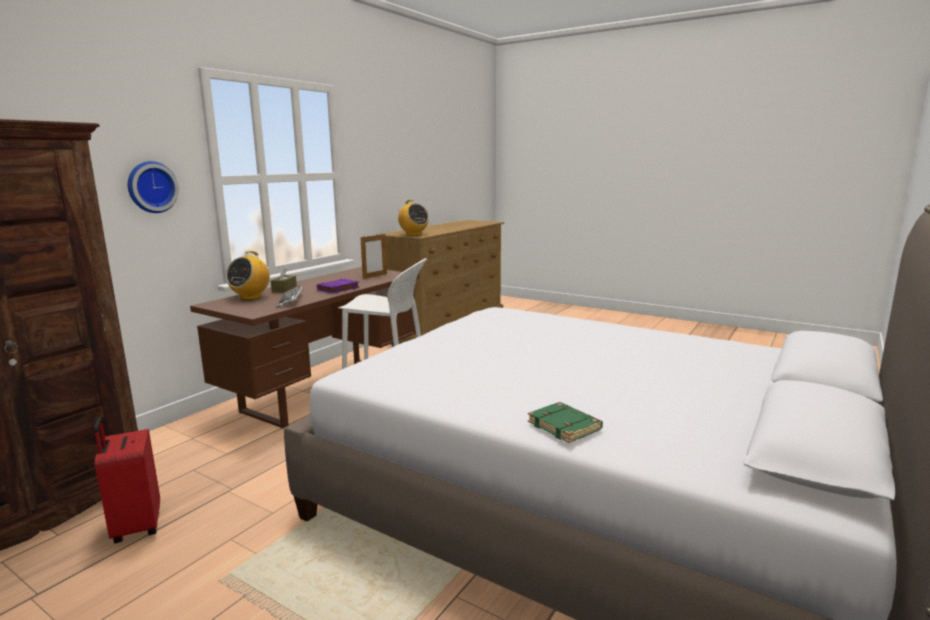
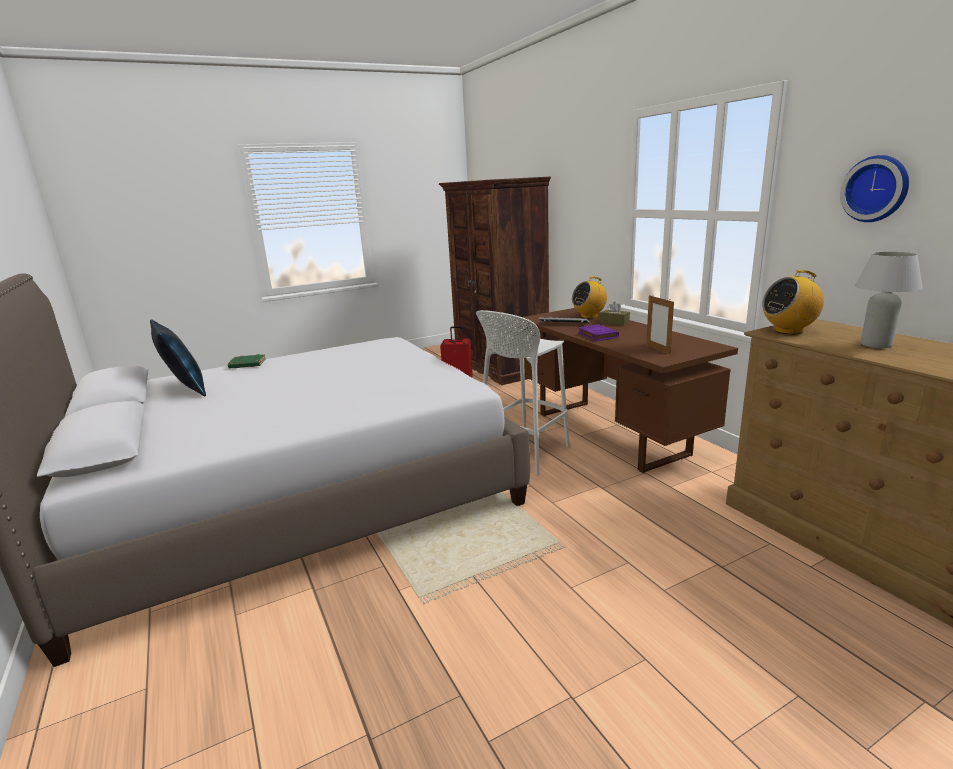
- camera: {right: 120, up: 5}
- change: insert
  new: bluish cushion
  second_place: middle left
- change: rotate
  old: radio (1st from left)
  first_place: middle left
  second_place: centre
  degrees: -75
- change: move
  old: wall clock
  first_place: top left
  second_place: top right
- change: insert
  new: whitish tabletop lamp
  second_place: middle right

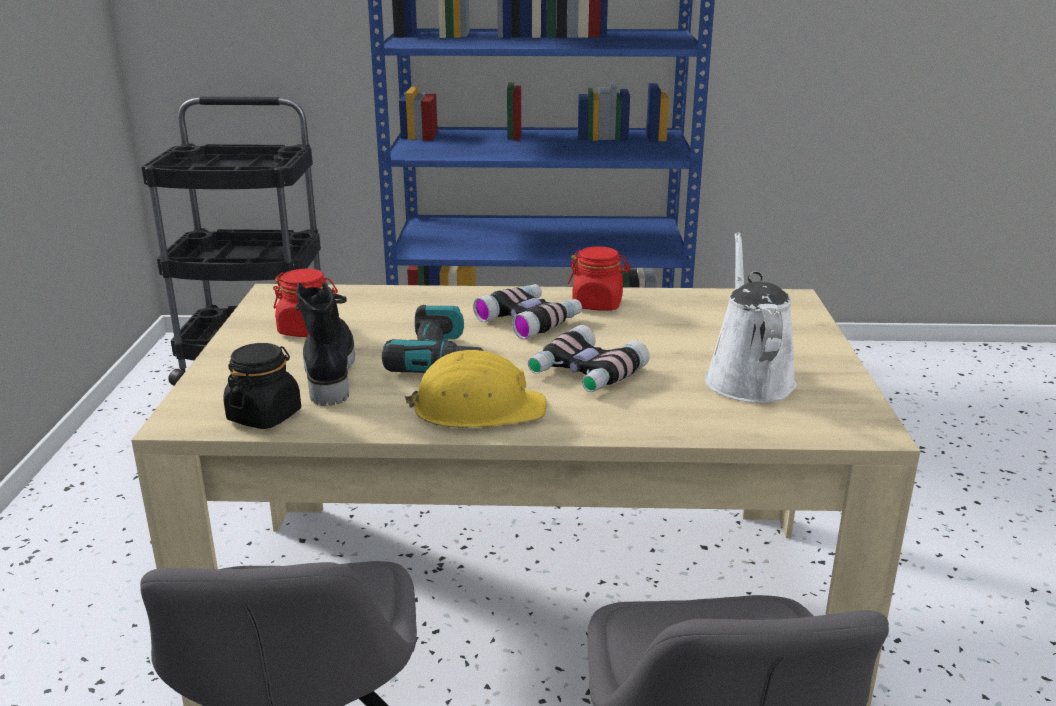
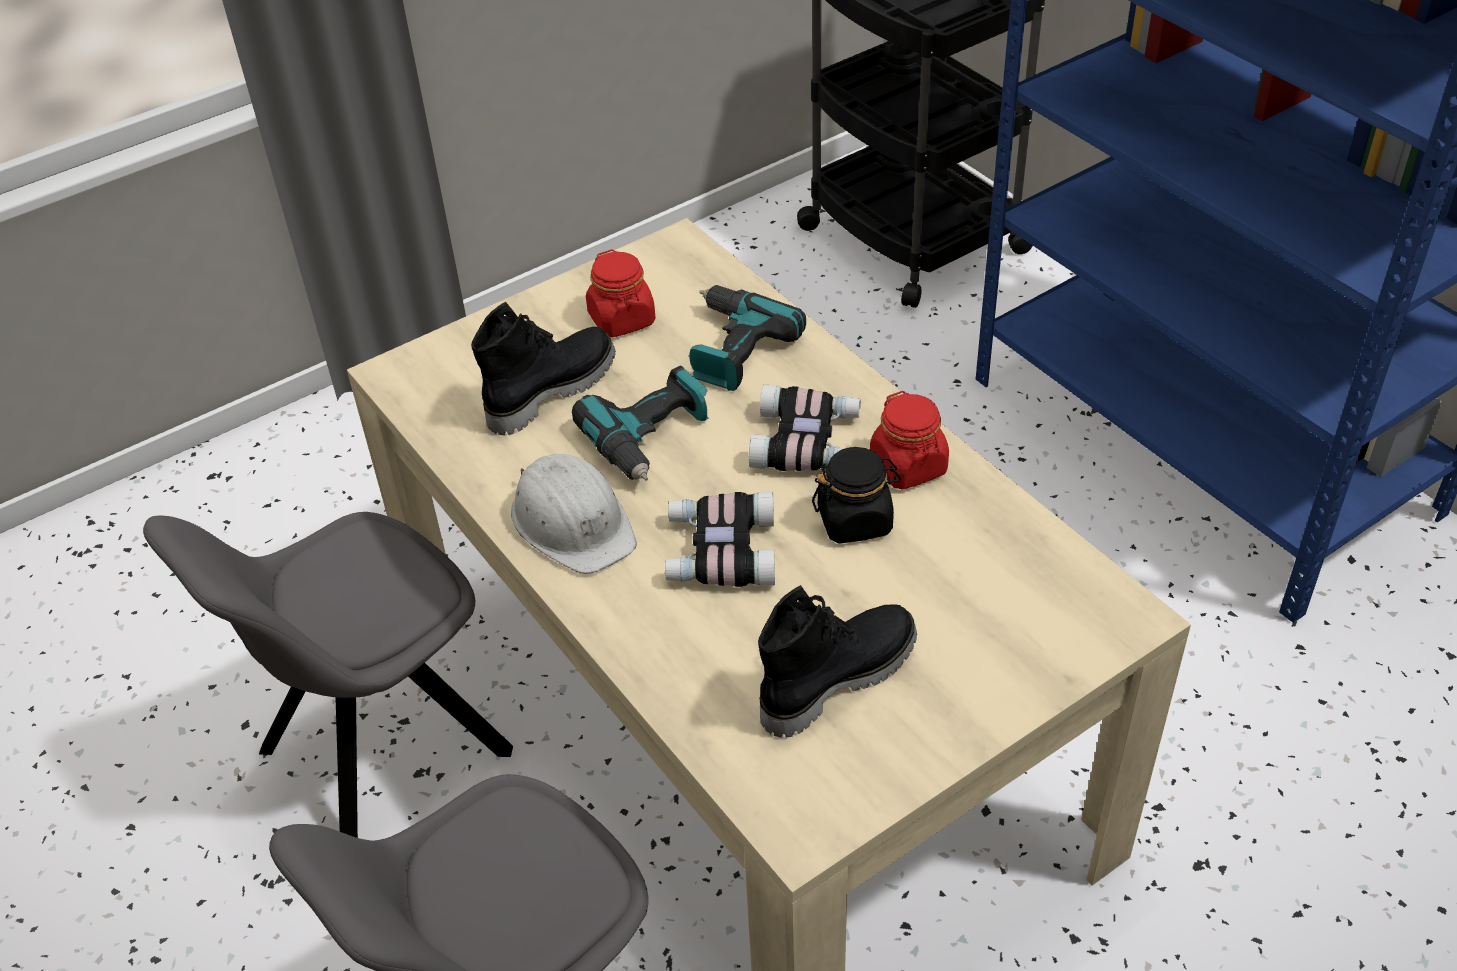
- camera: {right: 55, up: 20}
- change: recolor
  old: yellow work helmet
  new: whitish work helmet
  first_place: centre
  second_place: centre
- change: insert
  new: electric drill (2nd from left)
  second_place: centre
- change: replace
  old: whitish watering pot
  new: black-coloured tall boot (2nd from left)
  first_place: middle right
  second_place: bottom centre
- change: move
  old: black-coloured jar
  first_place: middle left
  second_place: centre

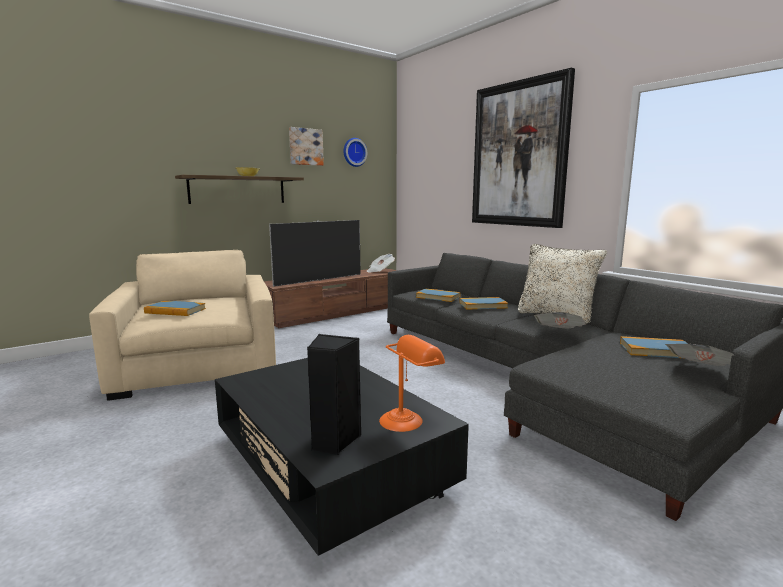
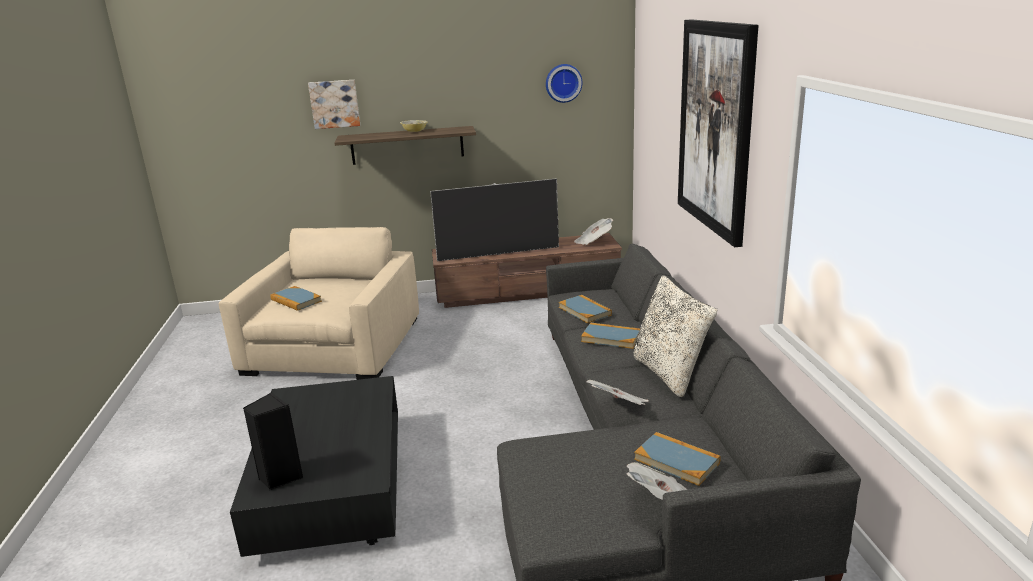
- camera: {right: 30, up: 10}
- change: move
  old: picture (1st from left)
  first_place: top centre
  second_place: top left
- change: delete
  old: orange tabletop lamp
  first_place: centre

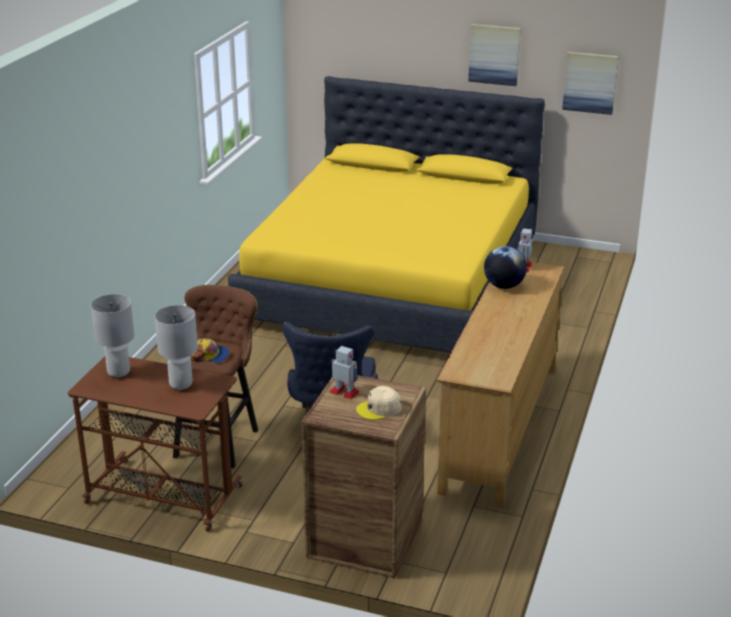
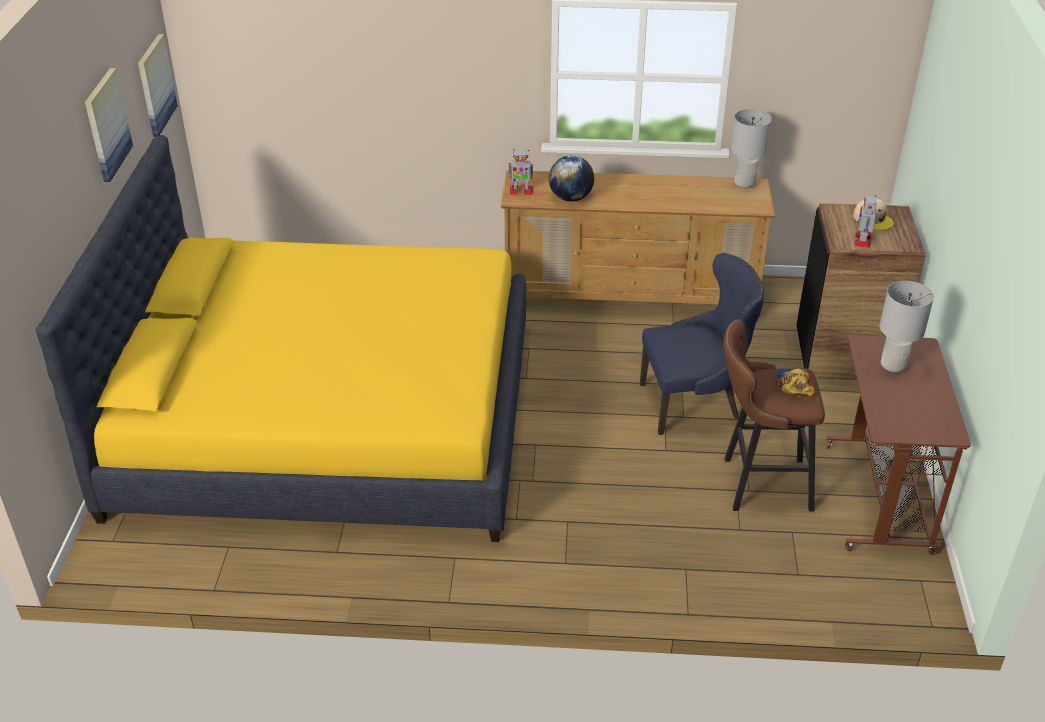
- camera: {right: -105, up: 10}
- change: move
  old: gray tabletop lamp (1st from left)
  first_place: middle left
  second_place: top right

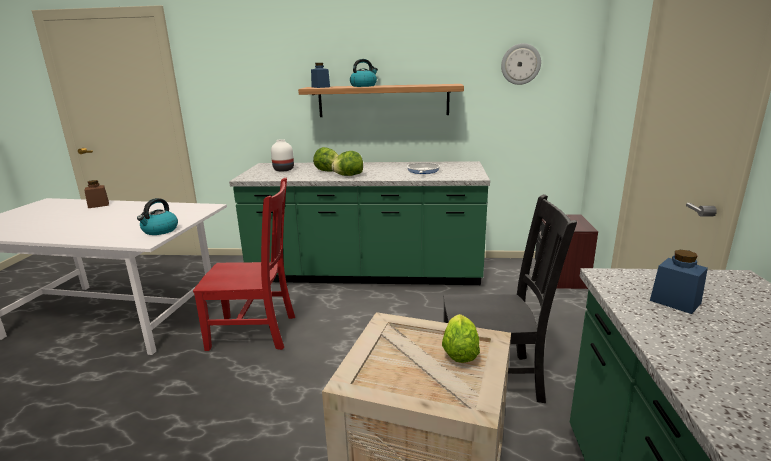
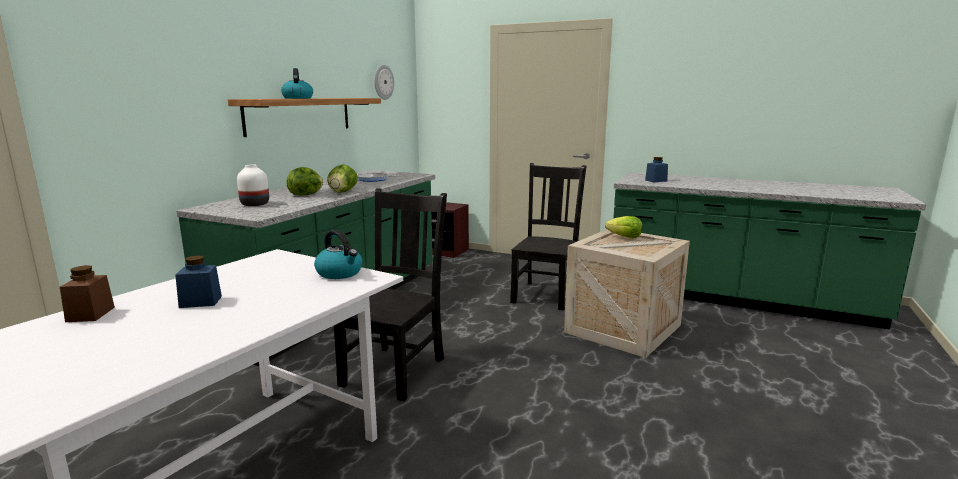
- camera: {right: -70, up: -5}
- change: move
  old: bluish jar (1st from left)
  first_place: top centre
  second_place: middle left
- change: recolor
  old: reddish chair
  new: black-coloured chair (1st from left)
  first_place: middle left
  second_place: centre

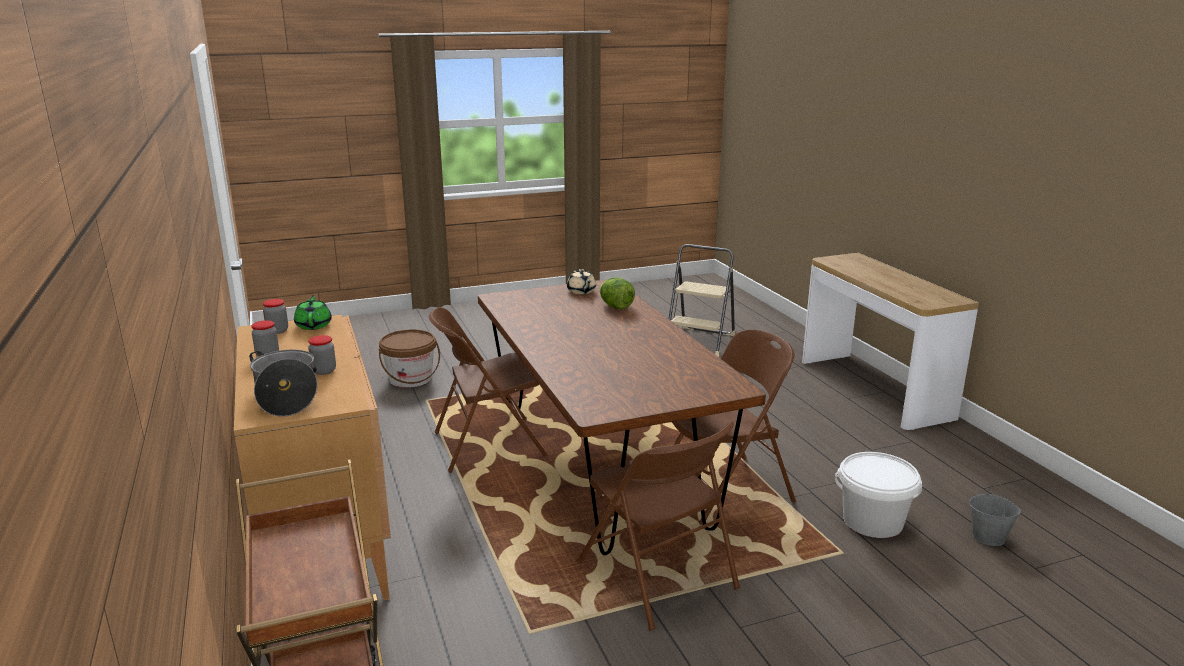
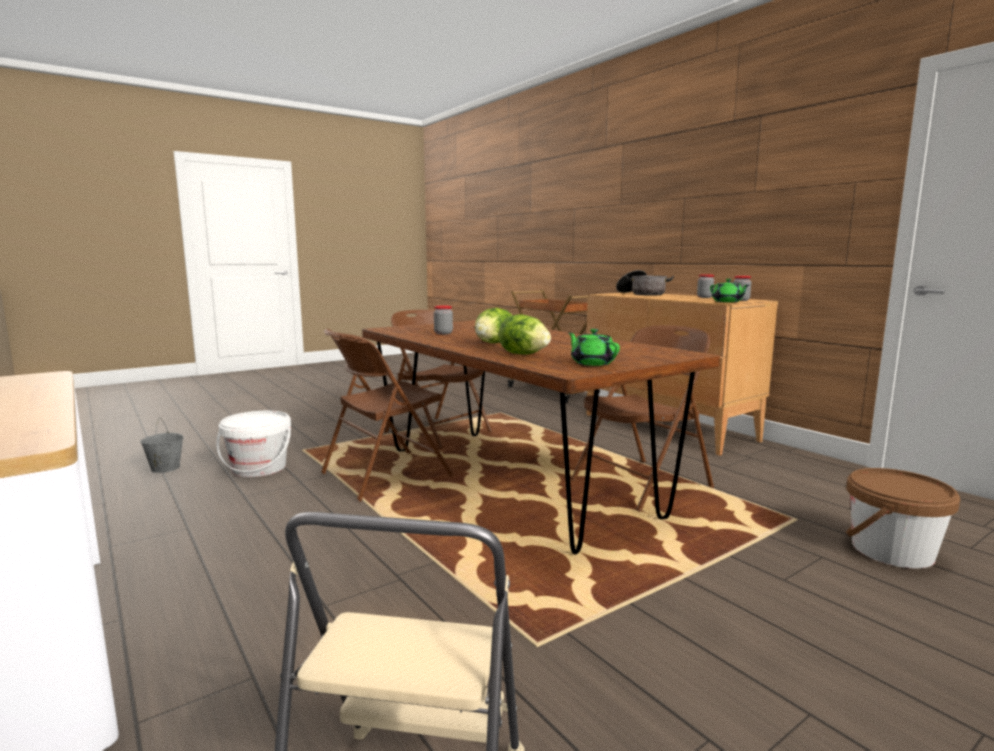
- camera: {right: 165, up: -10}
- change: move
  old: jar (3rd from left in the first image)
  new: jar (1st from left)
  first_place: middle left
  second_place: centre
- change: insert
  new: lettuce head (1st from left)
  second_place: centre
- change: recolor
  old: beige teapot
  new: green teapot (1st from left)
  first_place: centre
  second_place: centre

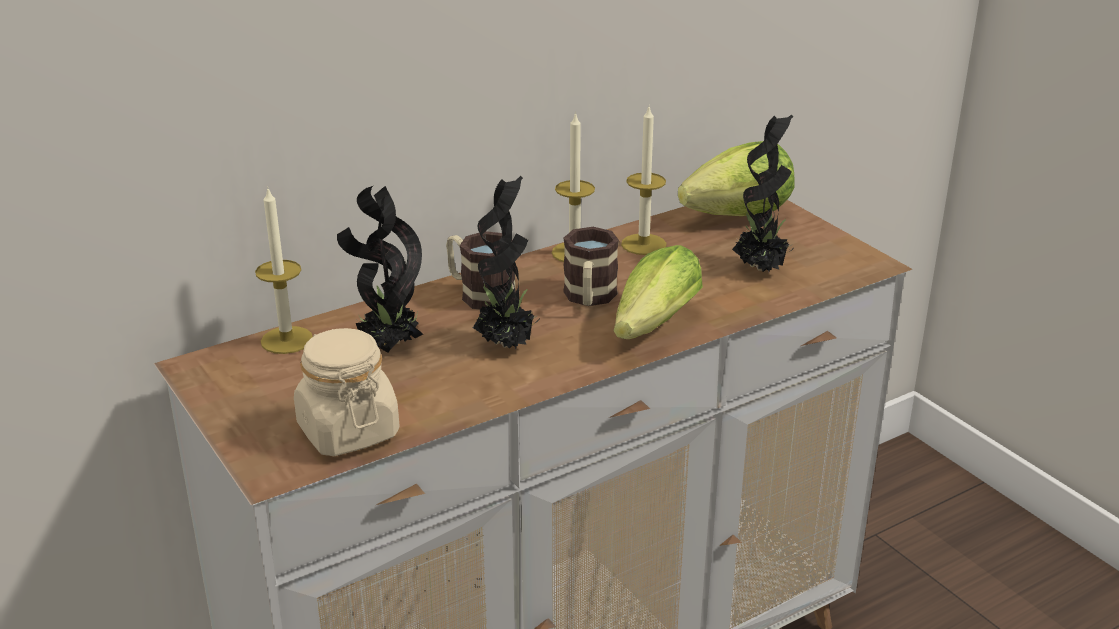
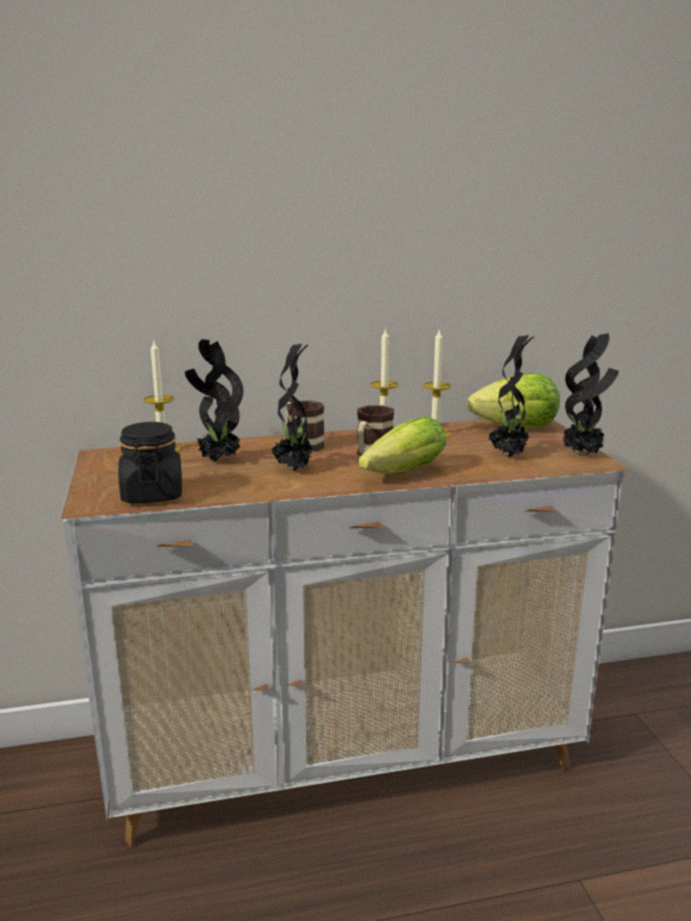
- camera: {right: 20, up: -10}
- change: recolor
  old: beige jar
  new: black-coloured jar
  first_place: middle left
  second_place: middle left
- change: insert
  new: potted plant (4th from left)
  second_place: middle right

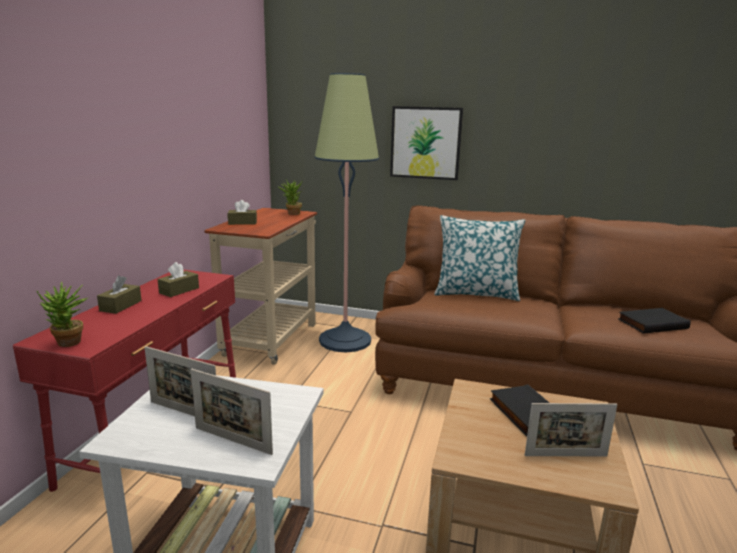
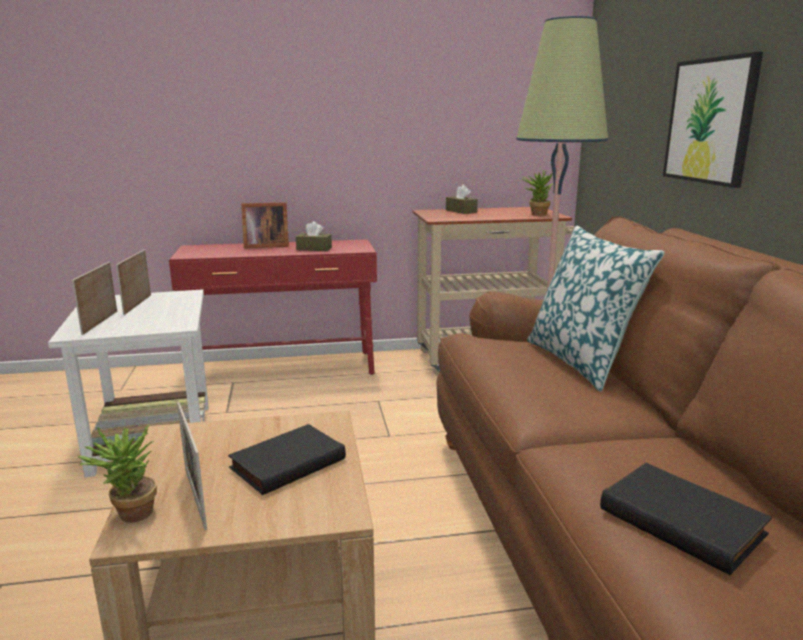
- camera: {right: 65, up: 0}
- change: move
  old: potted plant (1st from left)
  first_place: middle left
  second_place: bottom left
- change: replace
  old: brown tissue holder (1st from left)
  new: photo frame (4th from left)
  first_place: middle left
  second_place: middle left

